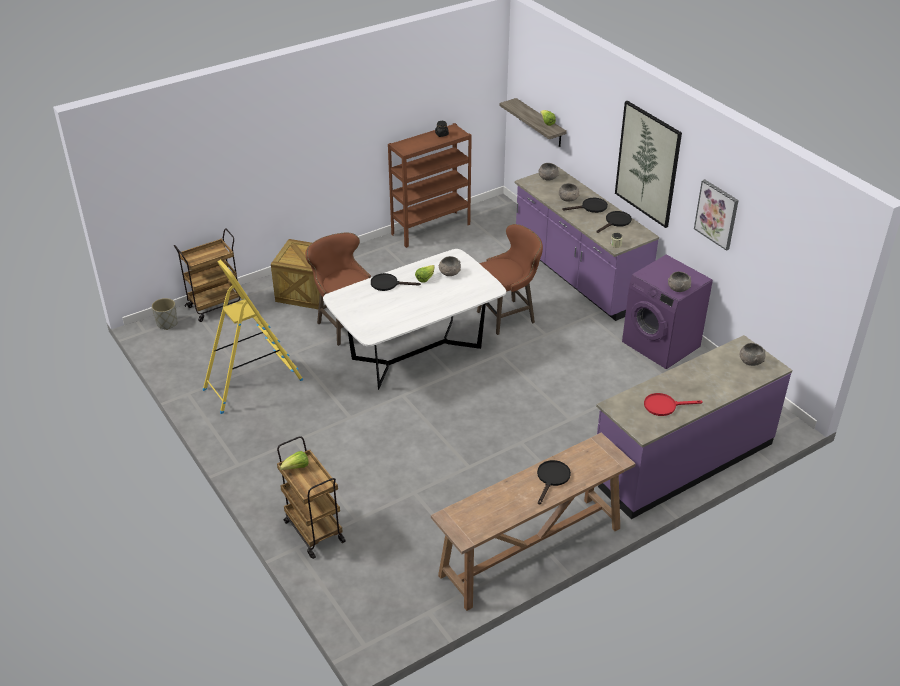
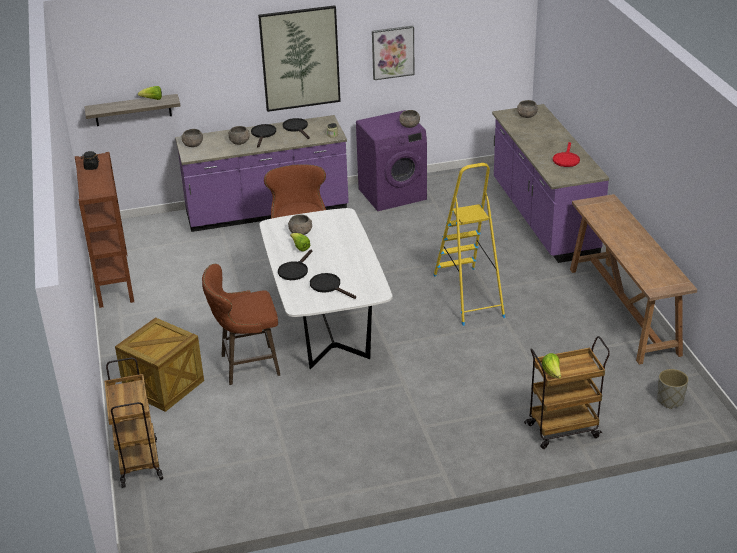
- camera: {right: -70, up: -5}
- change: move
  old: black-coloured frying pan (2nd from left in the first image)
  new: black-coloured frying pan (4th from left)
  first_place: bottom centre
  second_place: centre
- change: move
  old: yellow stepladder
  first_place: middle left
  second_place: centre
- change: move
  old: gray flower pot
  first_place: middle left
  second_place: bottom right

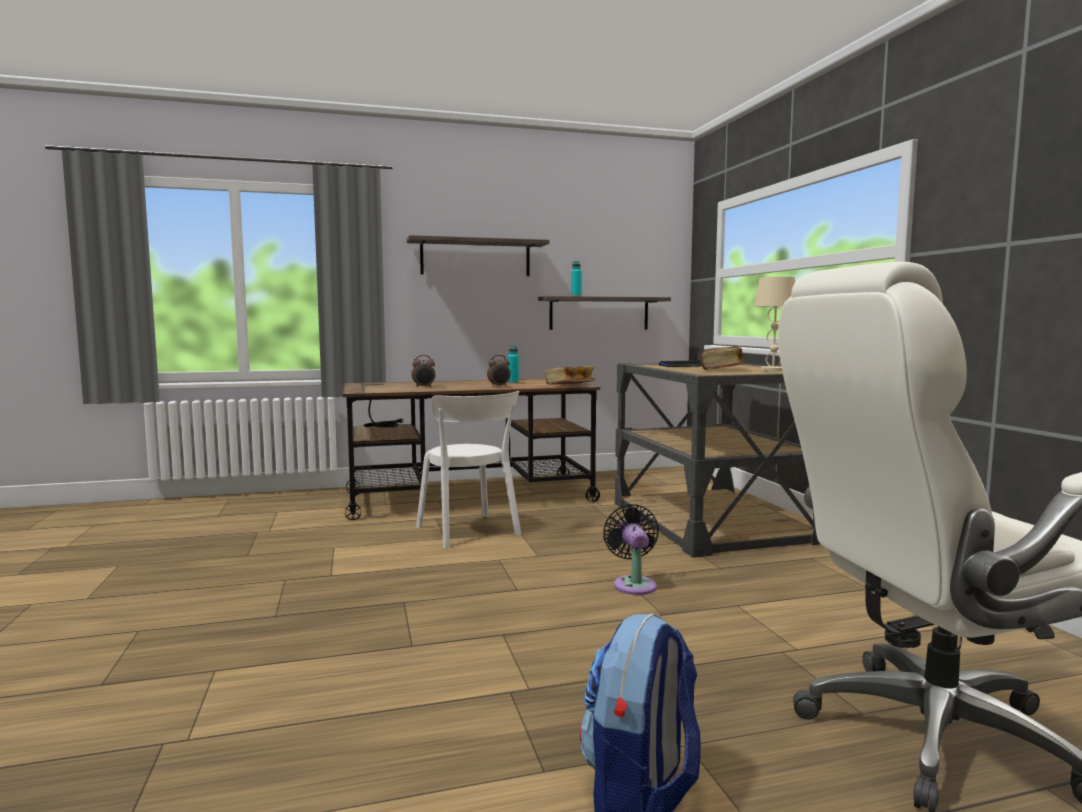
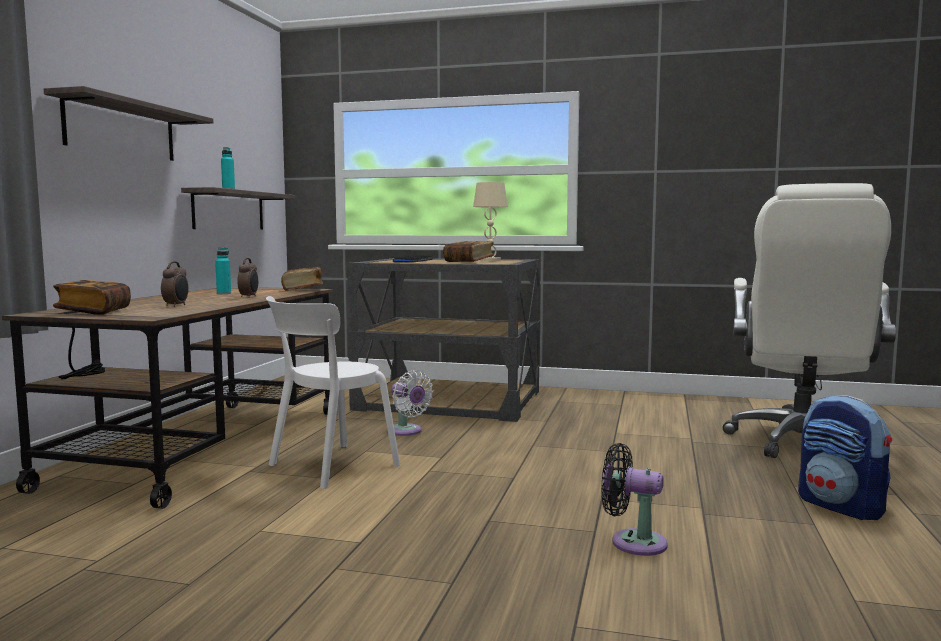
- camera: {right: -60, up: 0}
- change: insert
  new: bound book (1st from left)
  second_place: middle left
- change: rotate
  old: whitish chair
  first_place: centre
  second_place: centre
  degrees: 135
- change: insert
  new: whitish electric fan
  second_place: centre
- change: move
  old: black-coloured electric fan
  first_place: bottom centre
  second_place: bottom right

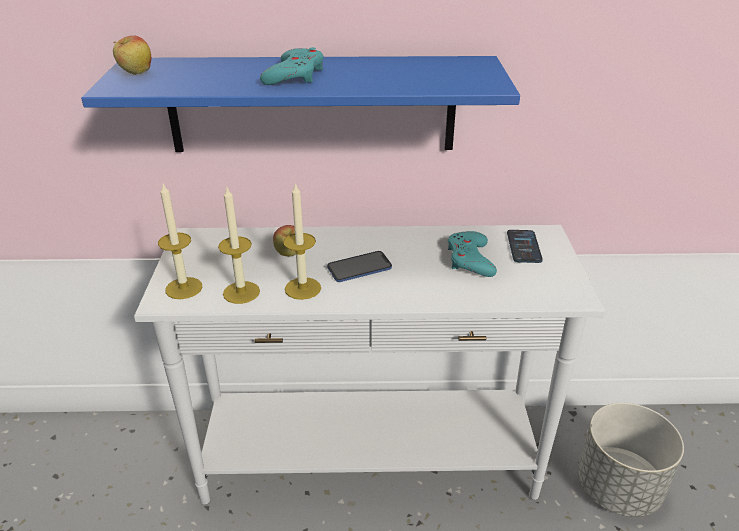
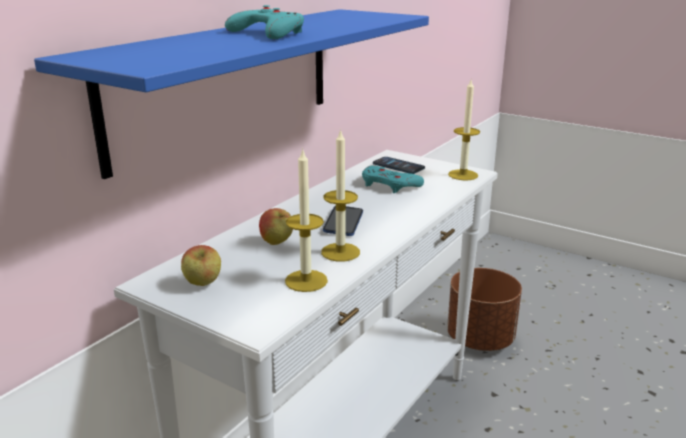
- camera: {right: -55, up: -10}
- change: move
  old: apple fruit (1st from left)
  first_place: top left
  second_place: middle left
- change: recolor
  old: gray flower pot
  new: brown flower pot
  first_place: bottom right
  second_place: bottom right
- change: move
  old: wax light (1st from left in the first image)
  new: wax light (3rd from left)
  first_place: middle left
  second_place: top right

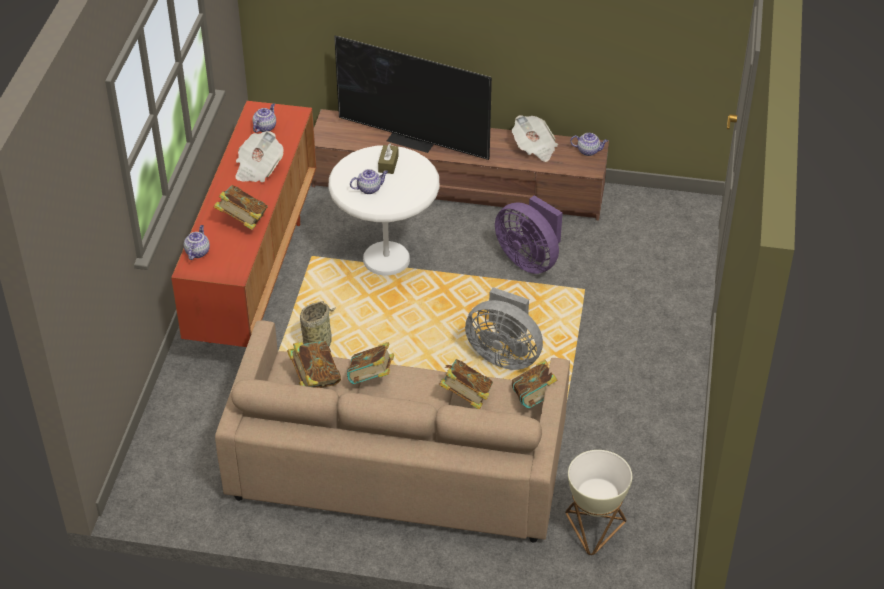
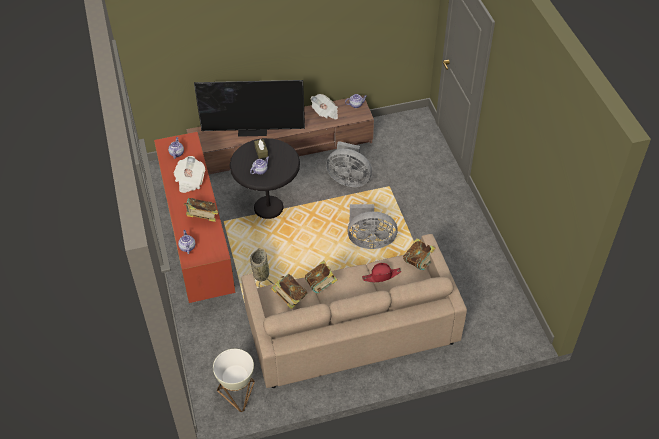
- camera: {right: -25, up: 5}
- change: move
  old: flower pot
  first_place: bottom right
  second_place: bottom centre
- change: recolor
  old: whitish side table
  new: black-coloured side table
  first_place: centre
  second_place: centre
- change: recolor
  old: purple electric fan
  new: gray electric fan (1st from left)
  first_place: centre
  second_place: centre
- change: replace
  old: bound book (4th from left)
  new: reddish clothing hat
  first_place: centre
  second_place: centre

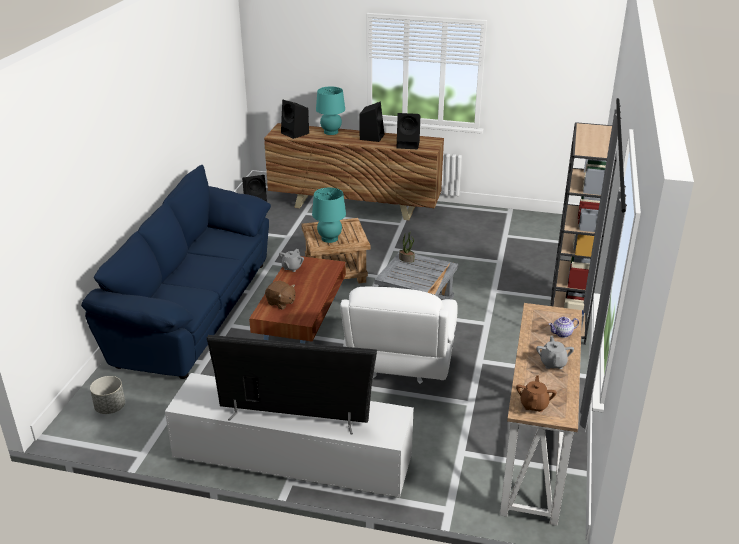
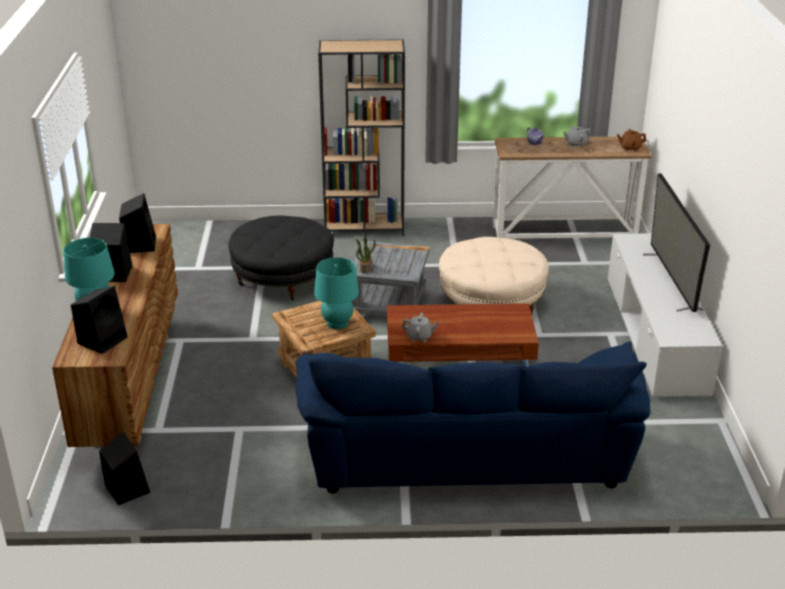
- camera: {right: -105, up: 0}
- change: insert
  new: black-coloured footrest
  second_place: centre
- change: replace
  old: whitish lounge chair
  new: beige footrest
  first_place: centre
  second_place: centre
- change: delete
  old: gray flower pot
  first_place: bottom left
- change: delete
  old: brown soft toy
  first_place: centre

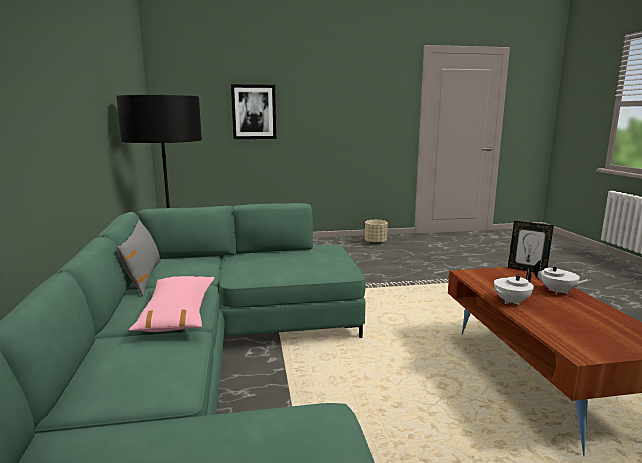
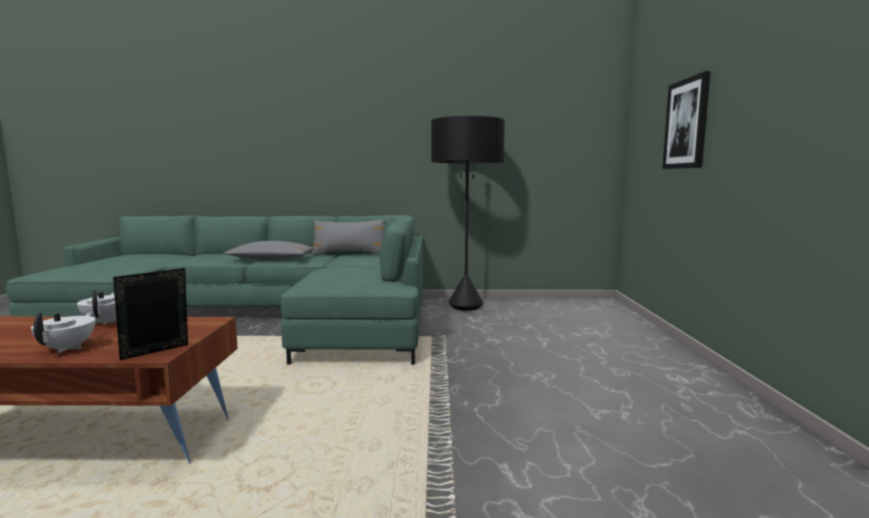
- camera: {right: 100, up: -5}
- change: rotate
  old: whitish teapot (2nd from left in the first image)
  first_place: middle right
  second_place: middle left
  degrees: 135
- change: recolor
  old: pink cushion
  new: gray cushion (1st from left)
  first_place: middle left
  second_place: middle left
- change: delete
  old: beige flower pot
  first_place: centre

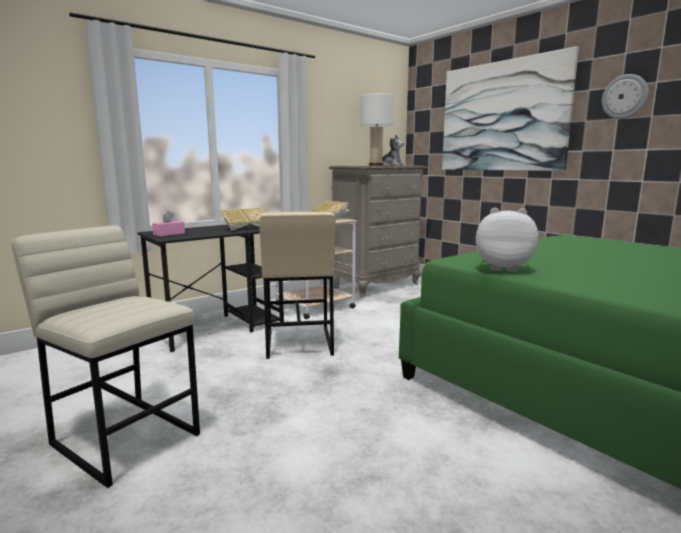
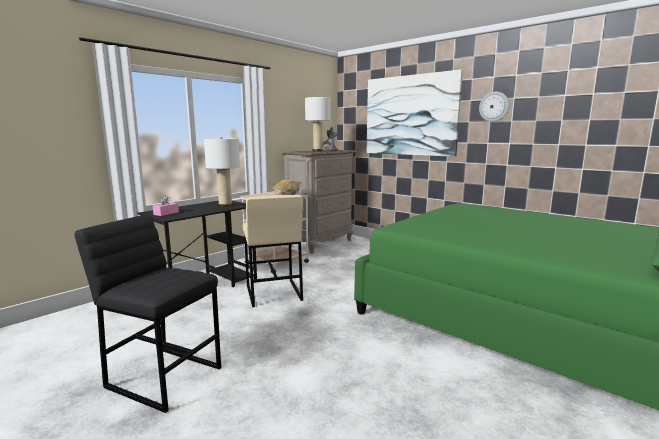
- camera: {right: -10, up: 0}
- change: recolor
  old: beige chair (1st from left)
  new: black-coloured chair
  first_place: bottom left
  second_place: bottom left
- change: replace
  old: bound book (1st from left)
  new: whitish tabletop lamp (1st from left)
  first_place: centre
  second_place: centre
- change: delete
  old: soft toy (2nd from left)
  first_place: middle right

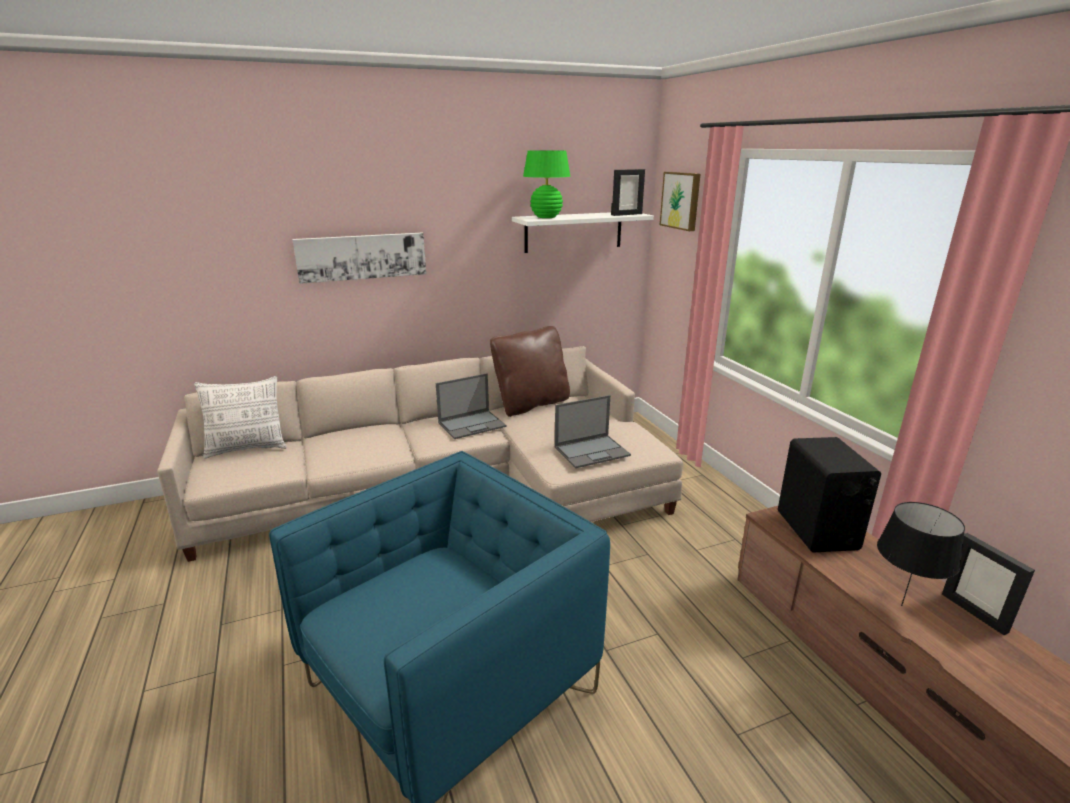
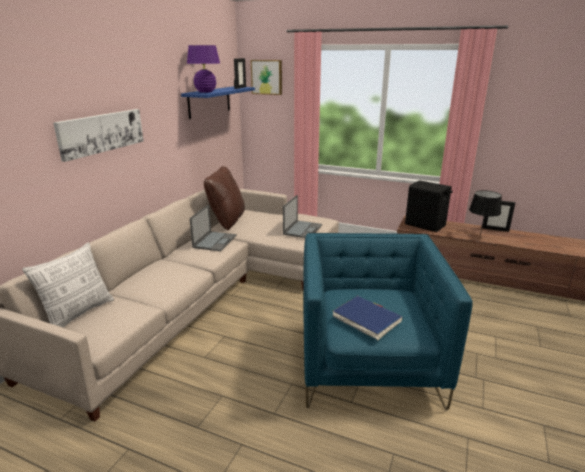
- camera: {right: -45, up: 0}
- change: recolor
  old: whitish shelf
  new: bluish shelf
  first_place: top centre
  second_place: top centre
- change: recolor
  old: green tabletop lamp
  new: purple tabletop lamp
  first_place: top centre
  second_place: top centre
- change: insert
  new: bluish bound book
  second_place: bottom centre

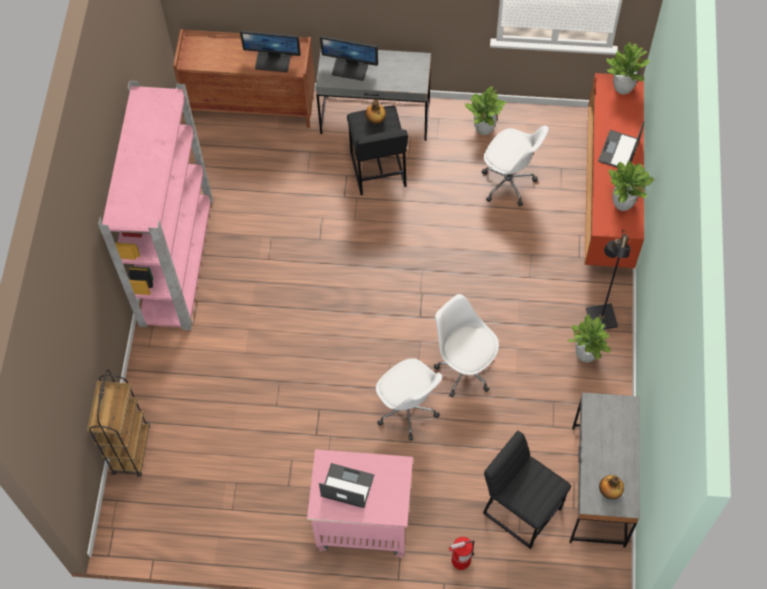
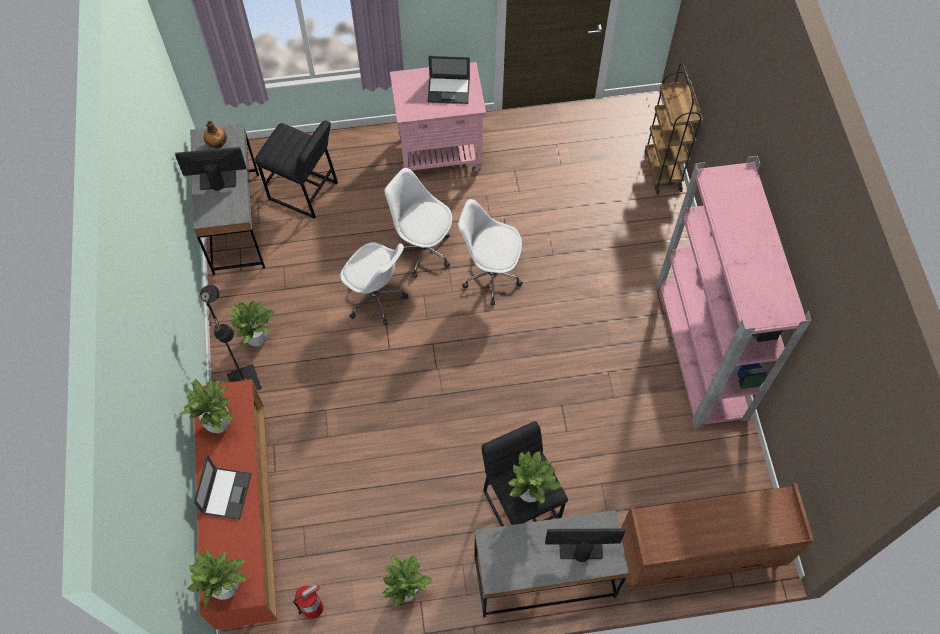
- camera: {right: 165, up: 0}
- change: move
  old: computer screen (1st from left)
  first_place: top centre
  second_place: top left
- change: move
  old: fire extinguisher
  first_place: bottom centre
  second_place: bottom left
- change: move
  old: whitish desk chair (3rd from left)
  first_place: top right
  second_place: centre
- change: replace
  old: drink bottle (1st from left)
  new: potted plant (5th from left)
  first_place: top centre
  second_place: bottom centre

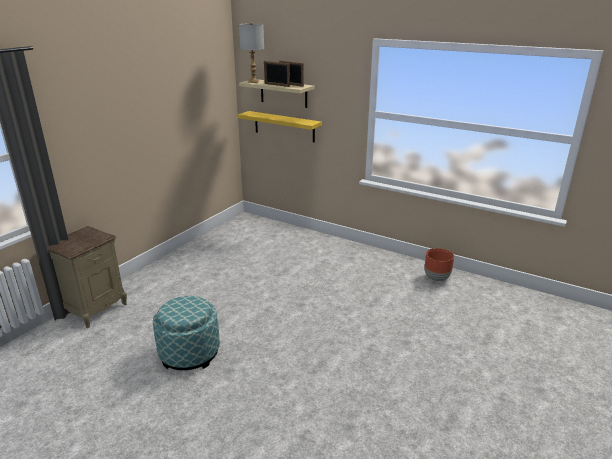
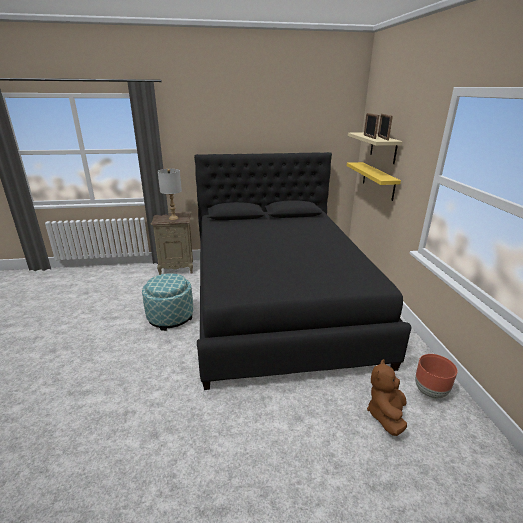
- camera: {right: 50, up: 0}
- change: move
  old: gray tabletop lamp
  first_place: top centre
  second_place: middle left
- change: insert
  new: black-coloured sleeping bed
  second_place: centre
- change: insert
  new: brown soft toy
  second_place: bottom right

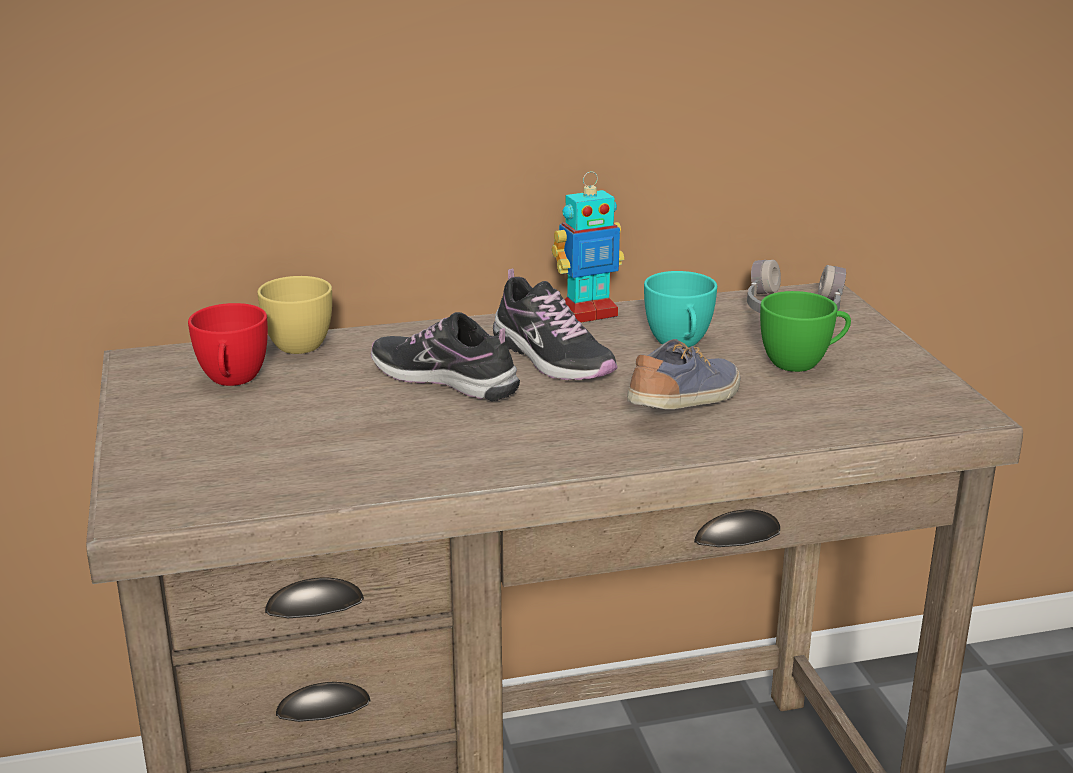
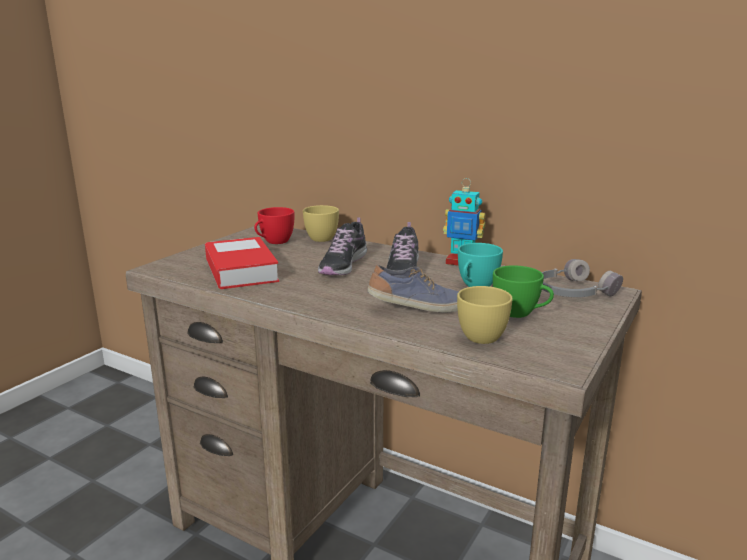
- camera: {right: 45, up: -5}
- change: insert
  new: bound book
  second_place: middle left
- change: rotate
  old: shoe (1st from left)
  first_place: centre
  second_place: centre
  degrees: -150
- change: insert
  new: yellow small cup (2nd from left)
  second_place: centre

